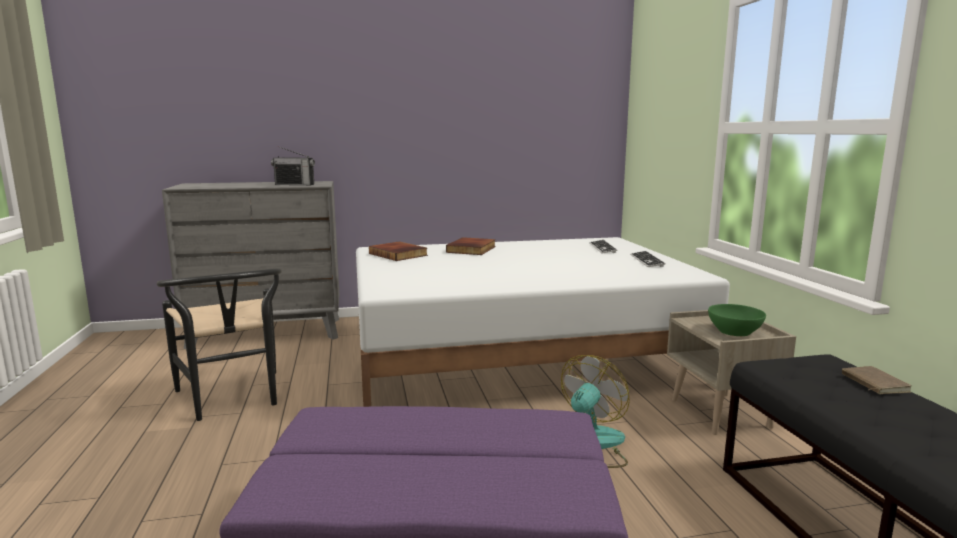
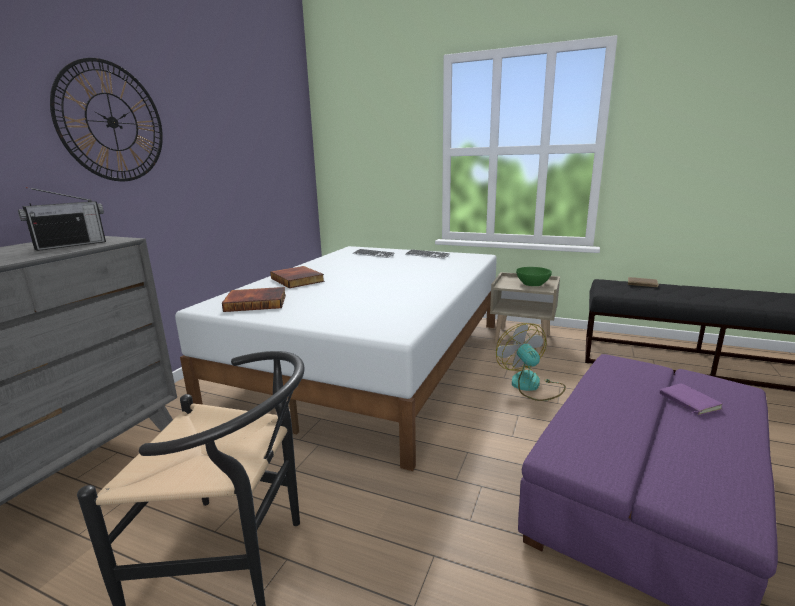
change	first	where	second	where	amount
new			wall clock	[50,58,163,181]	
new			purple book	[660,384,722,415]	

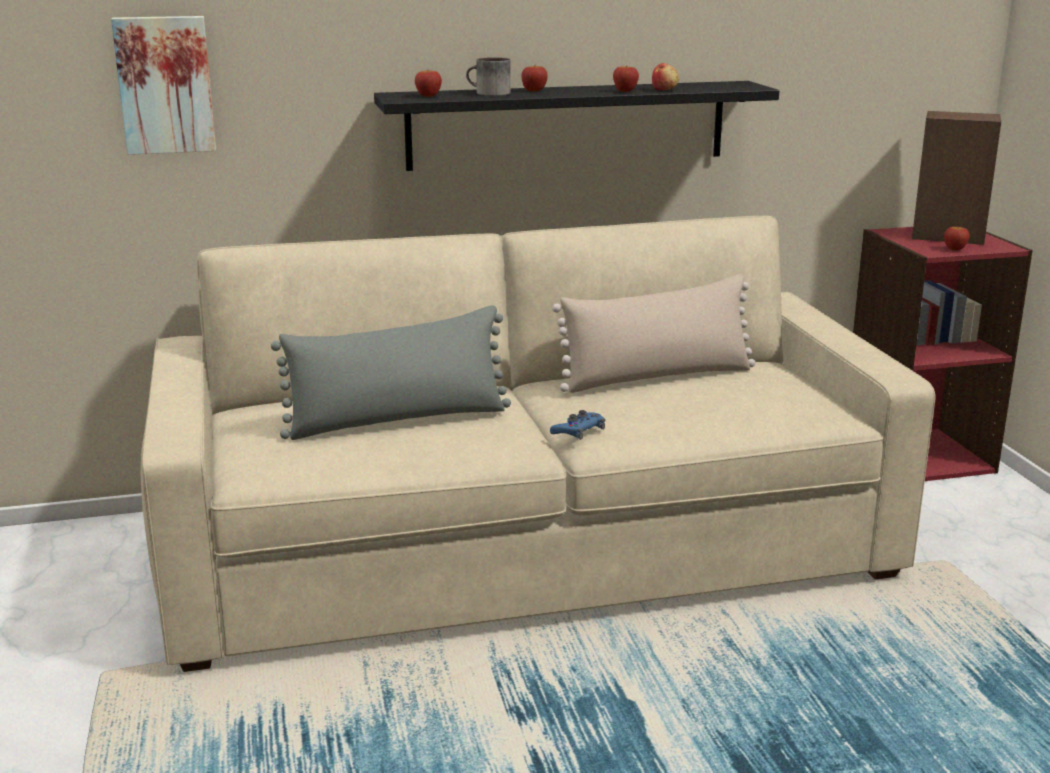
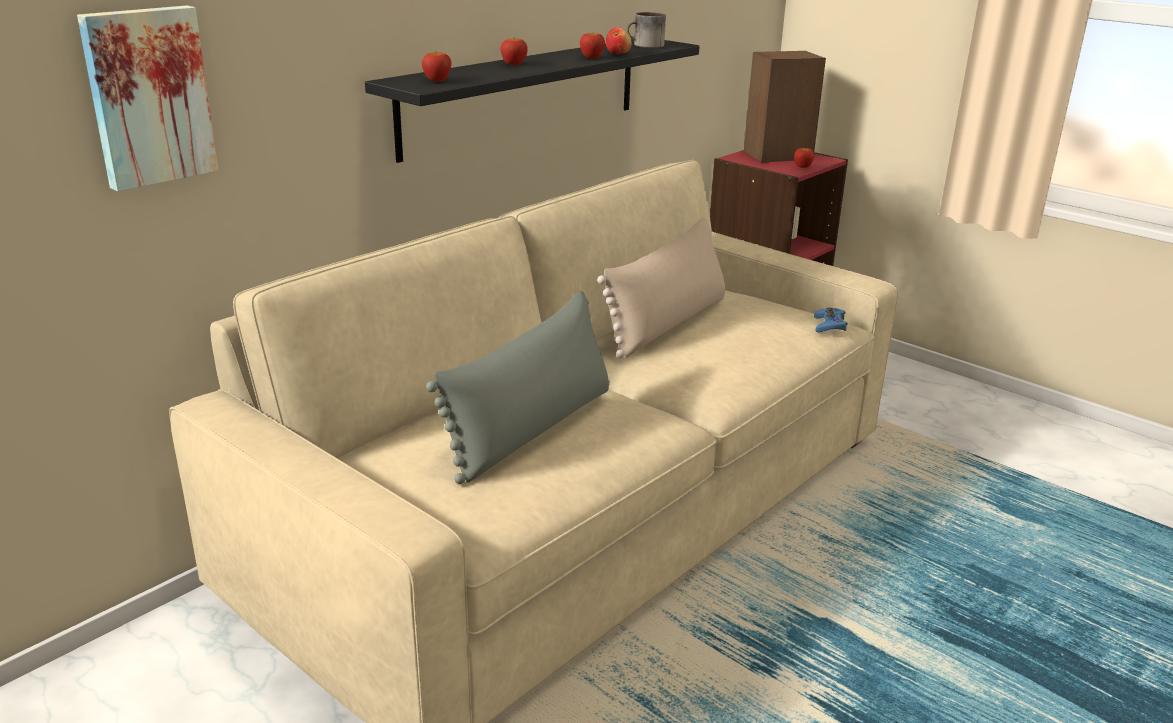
change	first	where	second	where	amount
shifted	mug	[466,57,511,96]		[626,12,666,48]	
shifted	blue game controller	[550,410,605,440]		[814,307,848,332]	

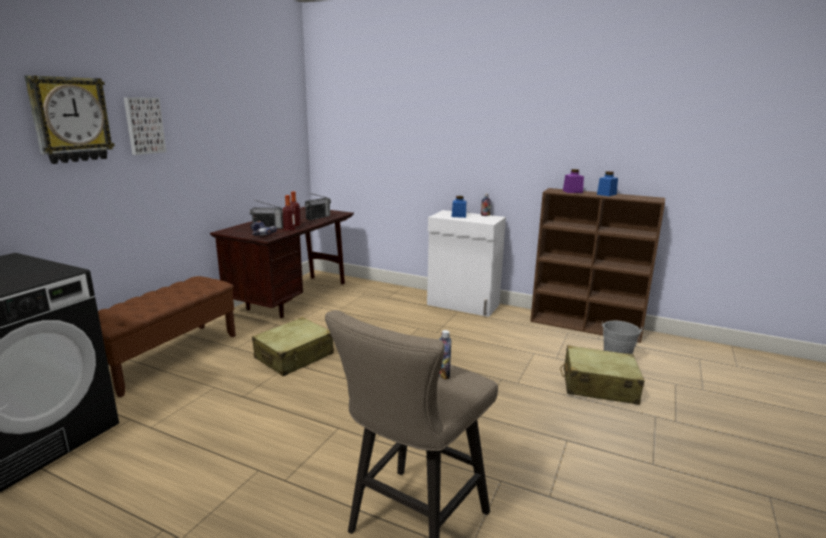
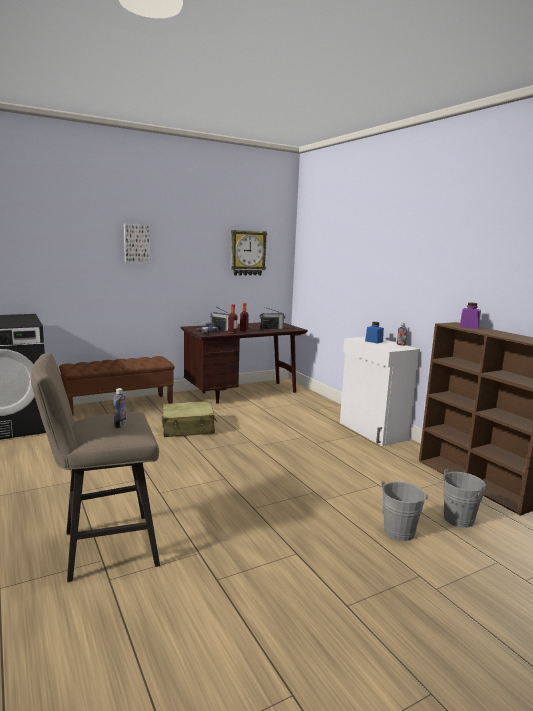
change	first	where	second	where	amount
shifted	wall clock	[25,75,115,164]		[230,230,268,275]	
swapped	beige suitcase	[560,345,645,405]	grey bucket	[382,481,428,541]	
gone	blue jar	[597,171,618,196]			

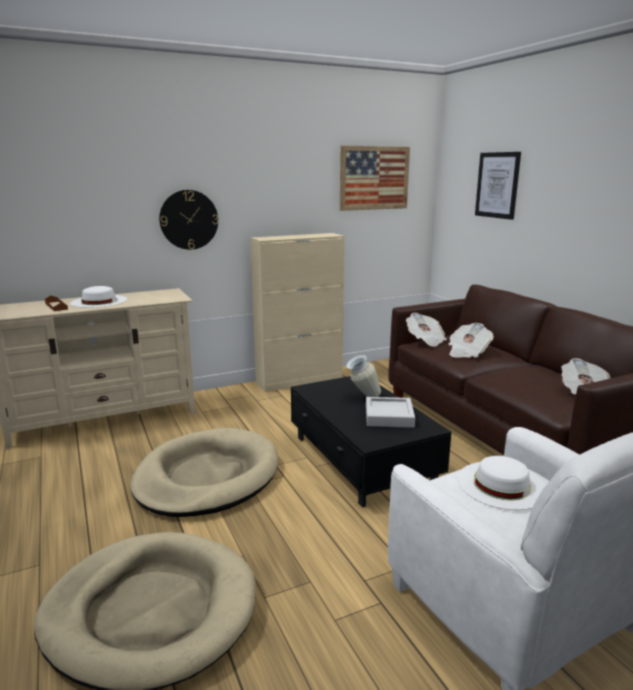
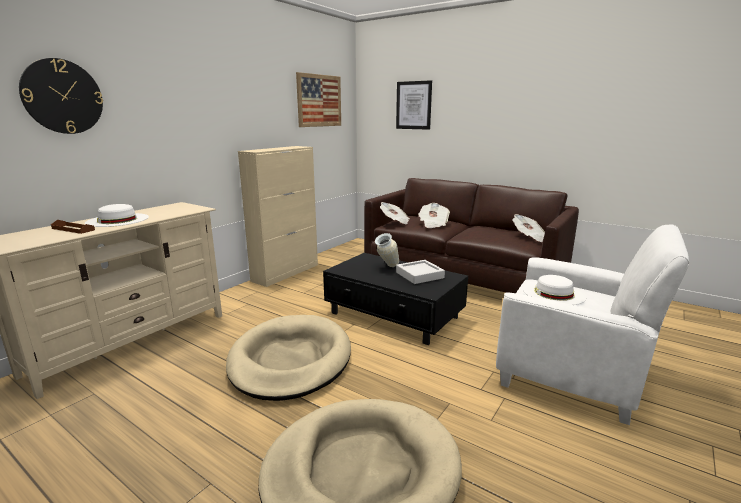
change	first	where	second	where	amount
shifted	wall clock	[159,190,218,250]		[19,58,103,134]	

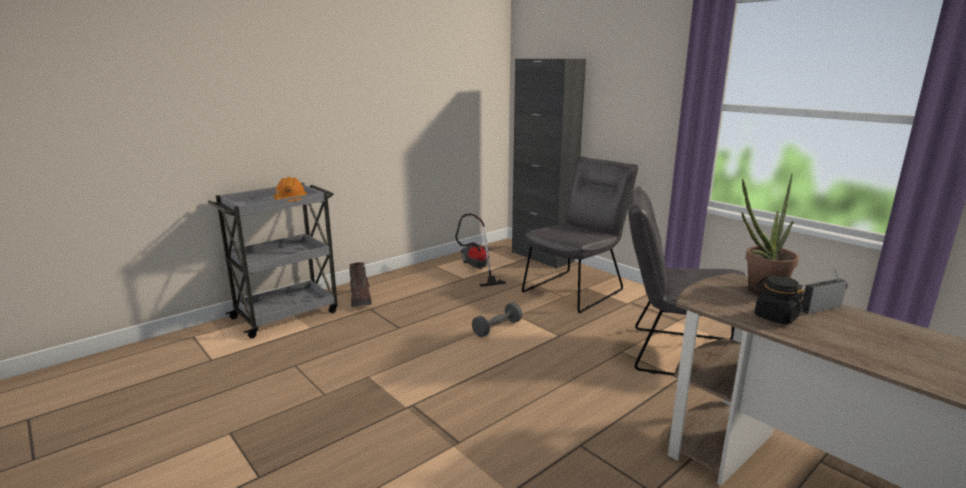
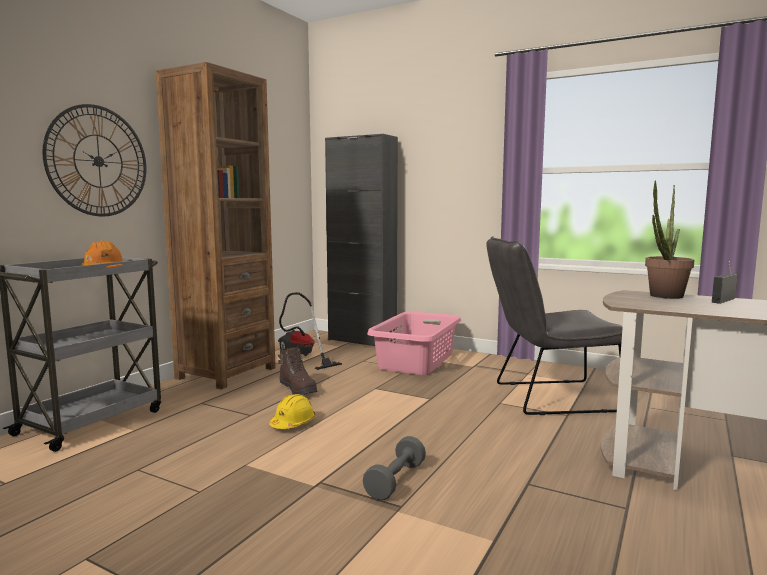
change	first	where	second	where	amount
shifted	brown boot	[349,262,372,307]		[278,347,318,395]	
shifted	grey dumbbell	[472,302,522,337]		[363,436,426,500]	
swapped	grey chair	[522,156,638,313]	pink laundry basket	[367,311,461,375]	
gone	black jar	[754,276,805,324]			
new			wall clock	[42,104,147,216]	
new			brown bookcase	[156,62,276,390]	
new			yellow hard hat	[269,394,315,429]	

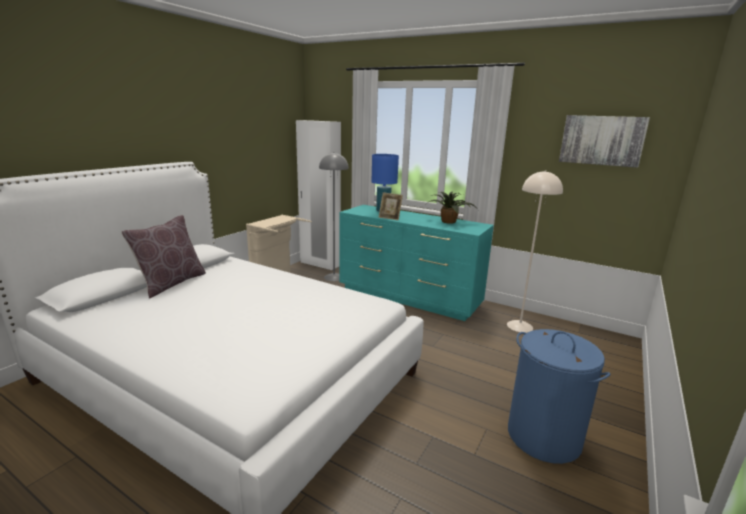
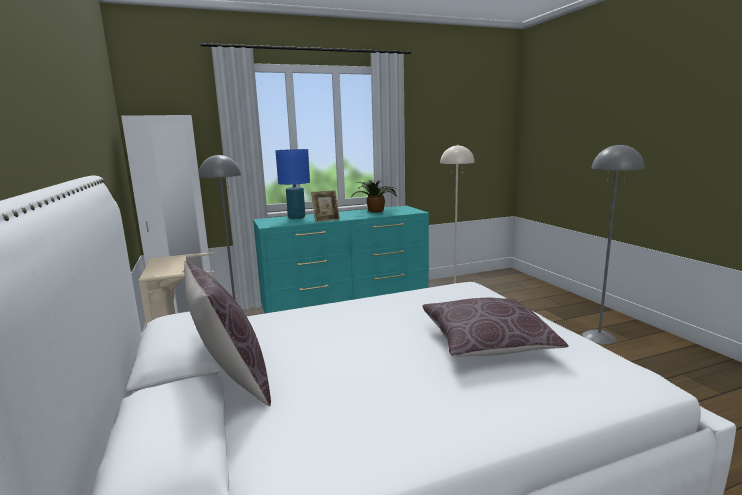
change	first	where	second	where	amount
swapped	blue laundry basket	[508,329,611,464]	grey floor lamp	[582,144,644,344]	
gone	picture	[559,115,650,168]			
new			brown pillow	[423,298,569,357]	

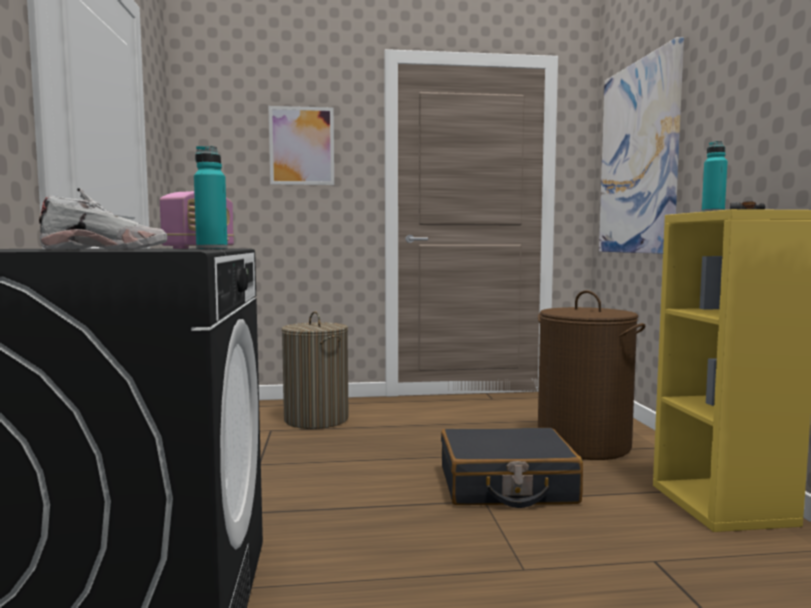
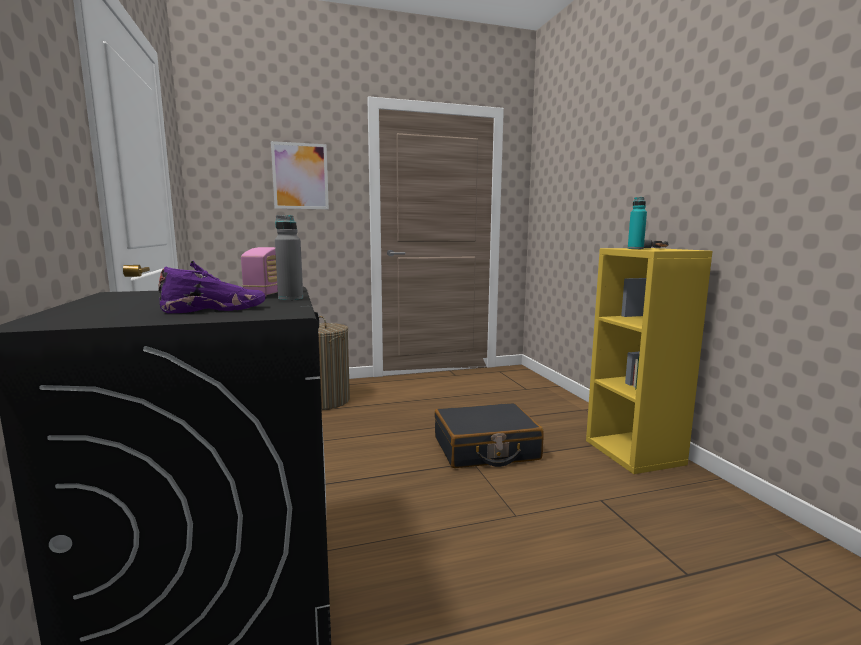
change	first	where	second	where	amount
repainted	white shoe	[39,188,167,250]	purple shoe	[158,261,265,313]	
repainted	turquoise bottle	[194,146,228,249]	grey bottle	[275,215,303,300]	
gone	brown laundry basket	[538,290,645,460]			
gone	picture	[599,37,684,254]			

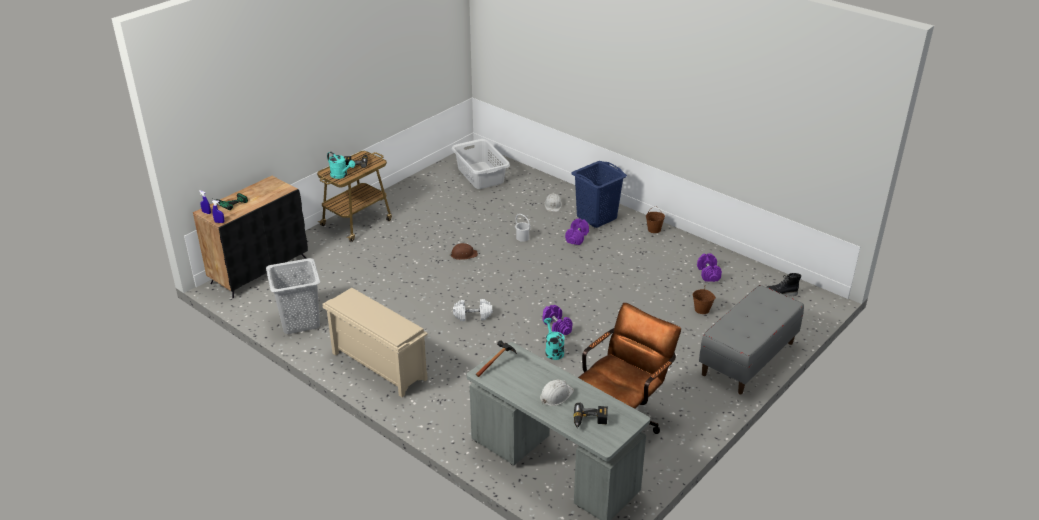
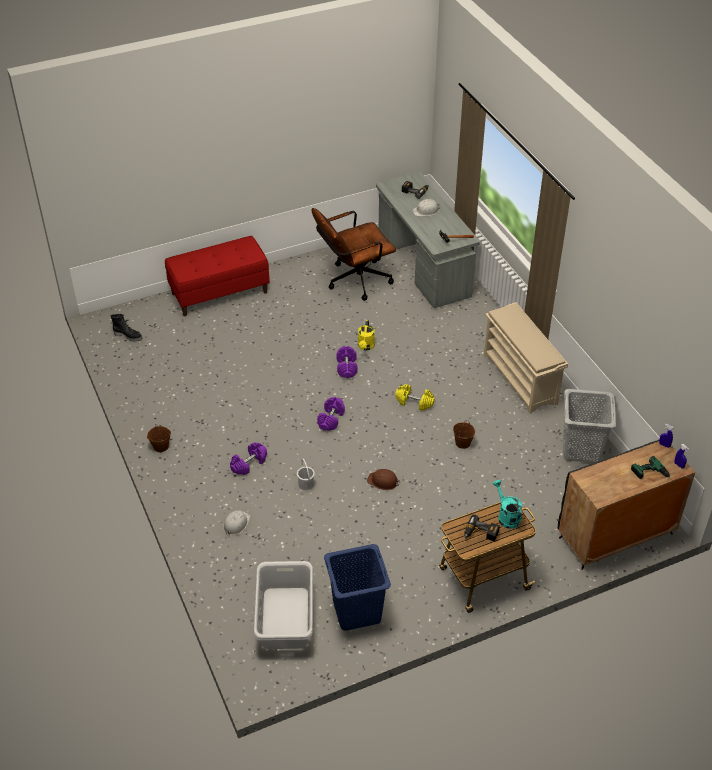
change	first	where	second	where	amount
repainted	white dumbbell	[453,299,492,321]	yellow dumbbell	[395,384,435,411]	
repainted	turquoise watering can	[544,318,565,360]	yellow watering can	[358,320,375,350]	
shifted	blue laundry basket	[571,161,627,228]		[324,544,391,631]	
shifted	brown bucket	[693,285,716,314]		[453,420,475,449]	
shifted	purple dumbbell	[697,253,722,282]		[317,397,345,431]	
repainted	grey bench	[699,285,804,395]	red bench	[165,236,270,316]	

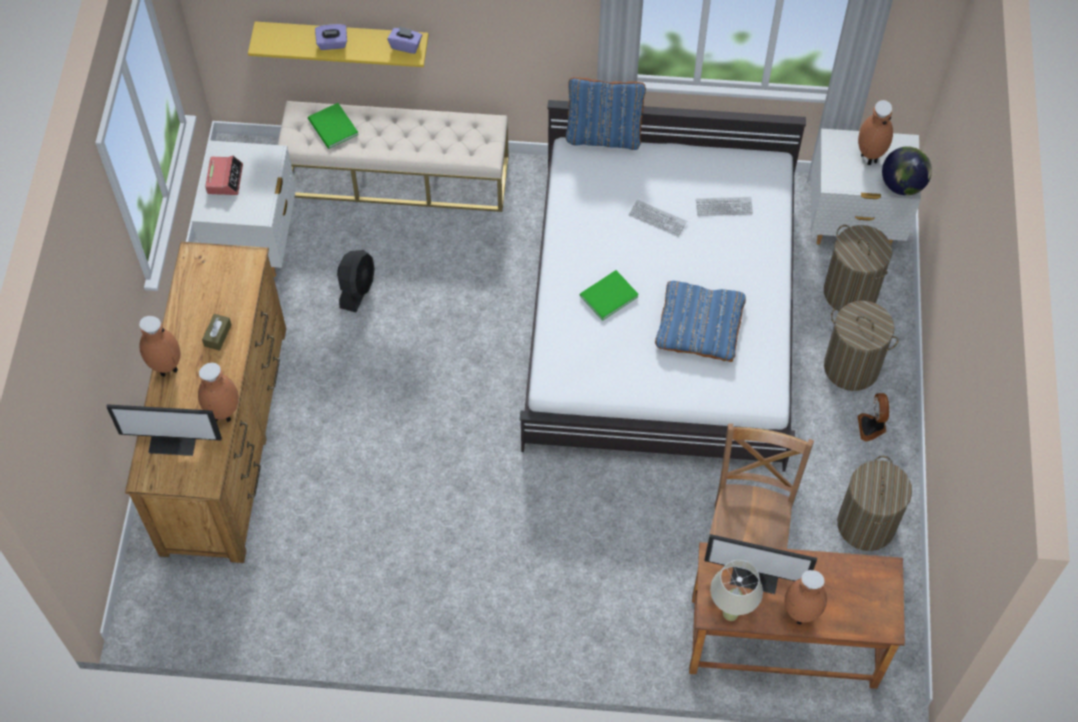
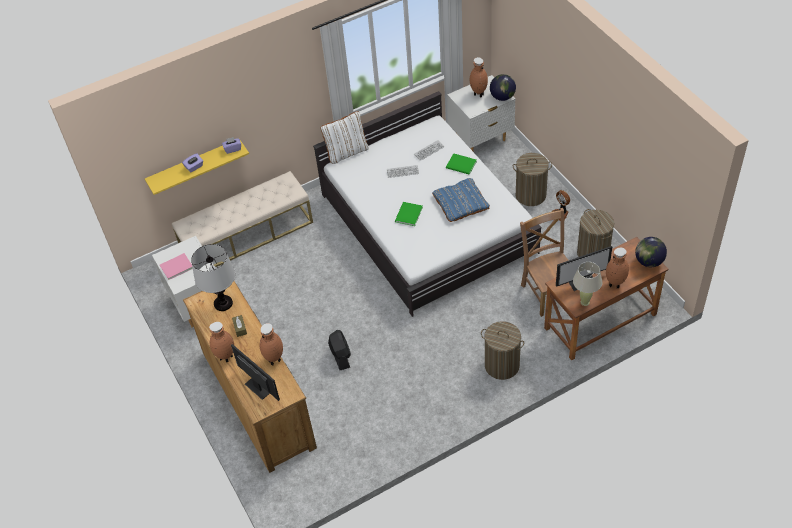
change	first	where	second	where	amount
rotated	monitor	[106,404,222,456]		[231,344,280,401]	105 degrees counterclockwise
swapped	alarm clock	[205,156,243,195]	pink book	[160,253,193,280]	
shifted	green book	[308,103,359,149]		[446,153,477,175]	
shifted	black fan	[337,250,375,313]		[328,330,351,370]	
repainted	blue pillow	[565,77,646,150]	white pillow	[321,111,369,164]	
shifted	laundry basket	[824,225,892,311]		[481,321,524,380]	
new			table lamp	[191,244,235,311]	
new			globe	[635,237,667,267]	

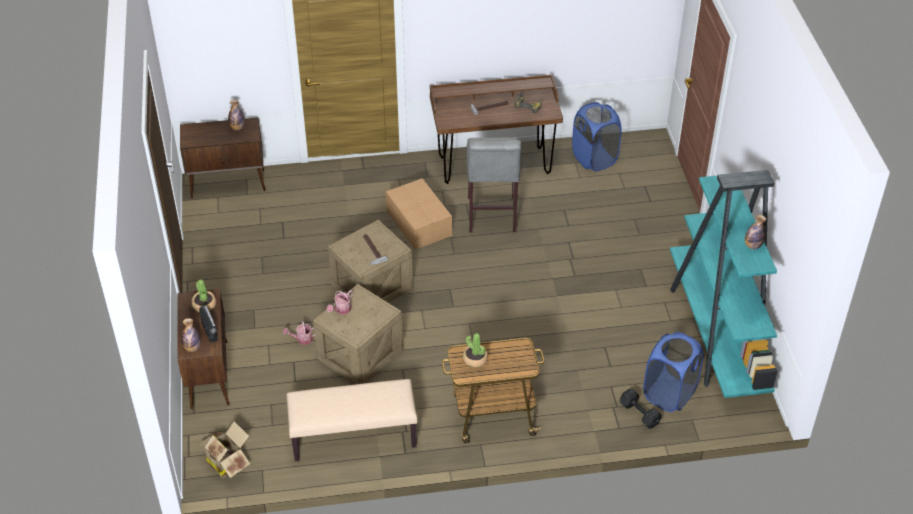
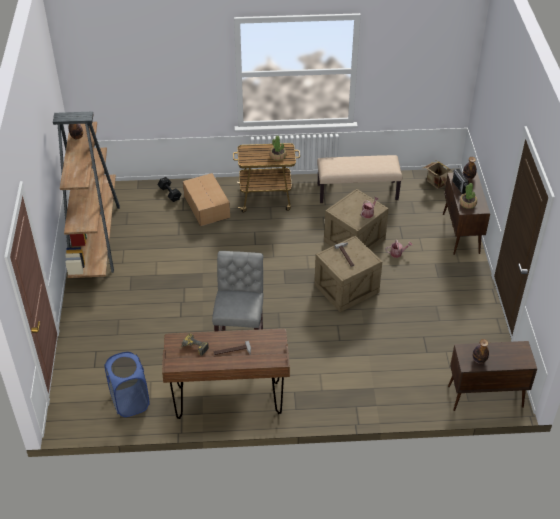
change	first	where	second	where	amount
shifted	cardboard box	[386,179,452,250]		[183,173,230,226]	
gone	blue laundry basket	[643,332,704,412]			
repainted	turquoise bookcase	[670,170,778,398]	brown bookcase	[53,111,120,278]	

